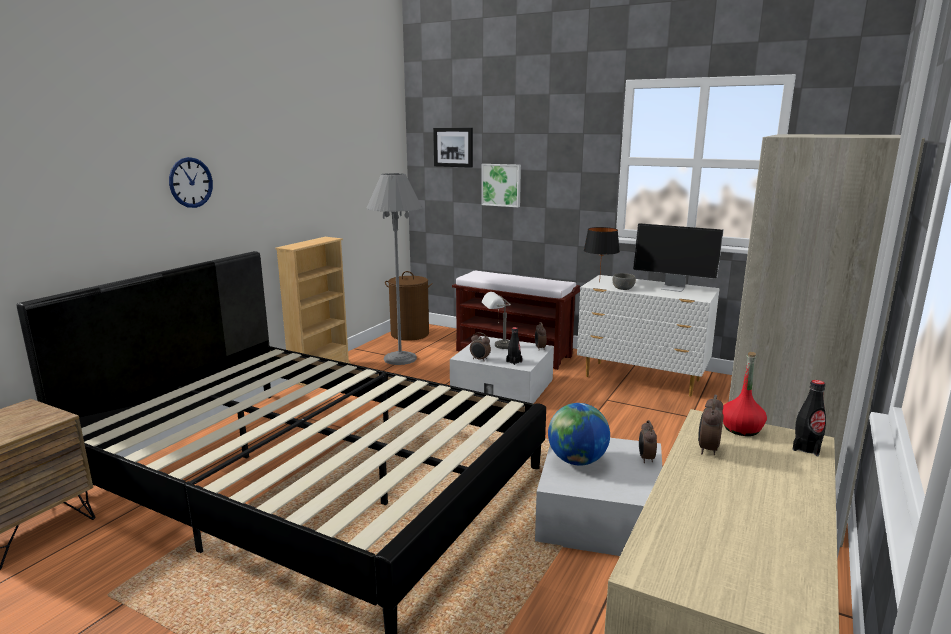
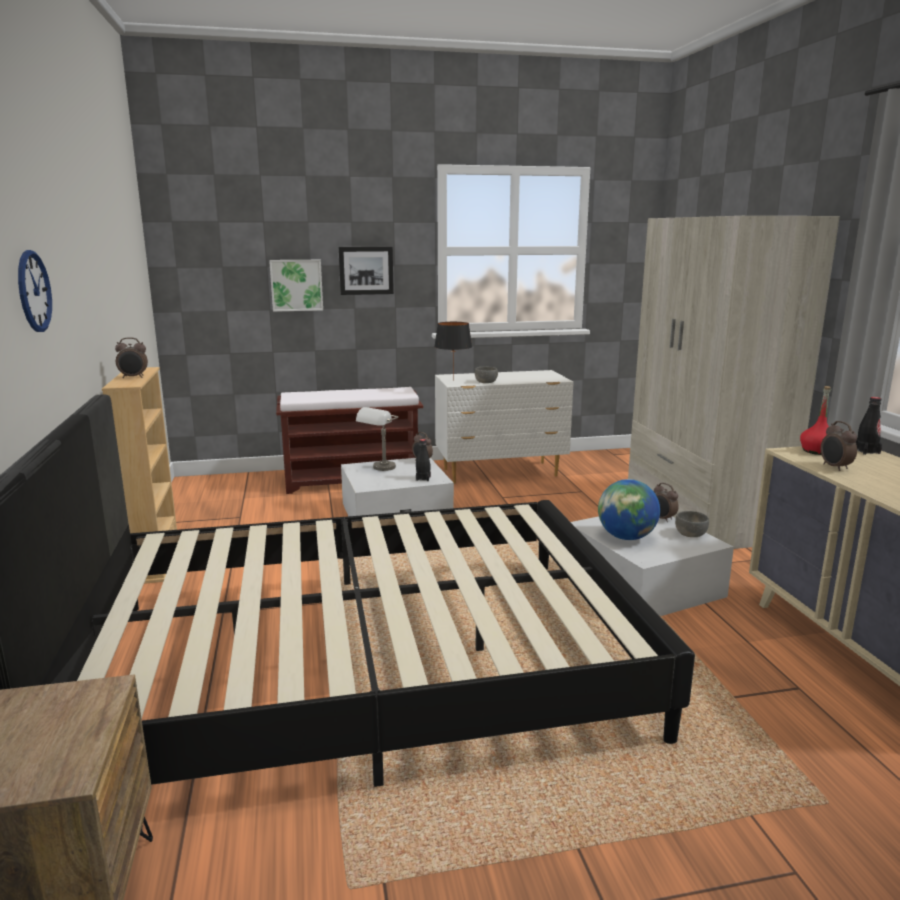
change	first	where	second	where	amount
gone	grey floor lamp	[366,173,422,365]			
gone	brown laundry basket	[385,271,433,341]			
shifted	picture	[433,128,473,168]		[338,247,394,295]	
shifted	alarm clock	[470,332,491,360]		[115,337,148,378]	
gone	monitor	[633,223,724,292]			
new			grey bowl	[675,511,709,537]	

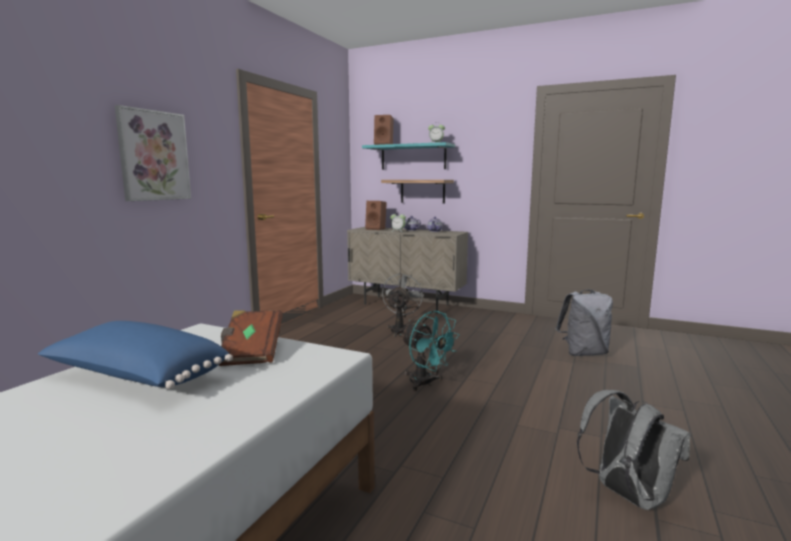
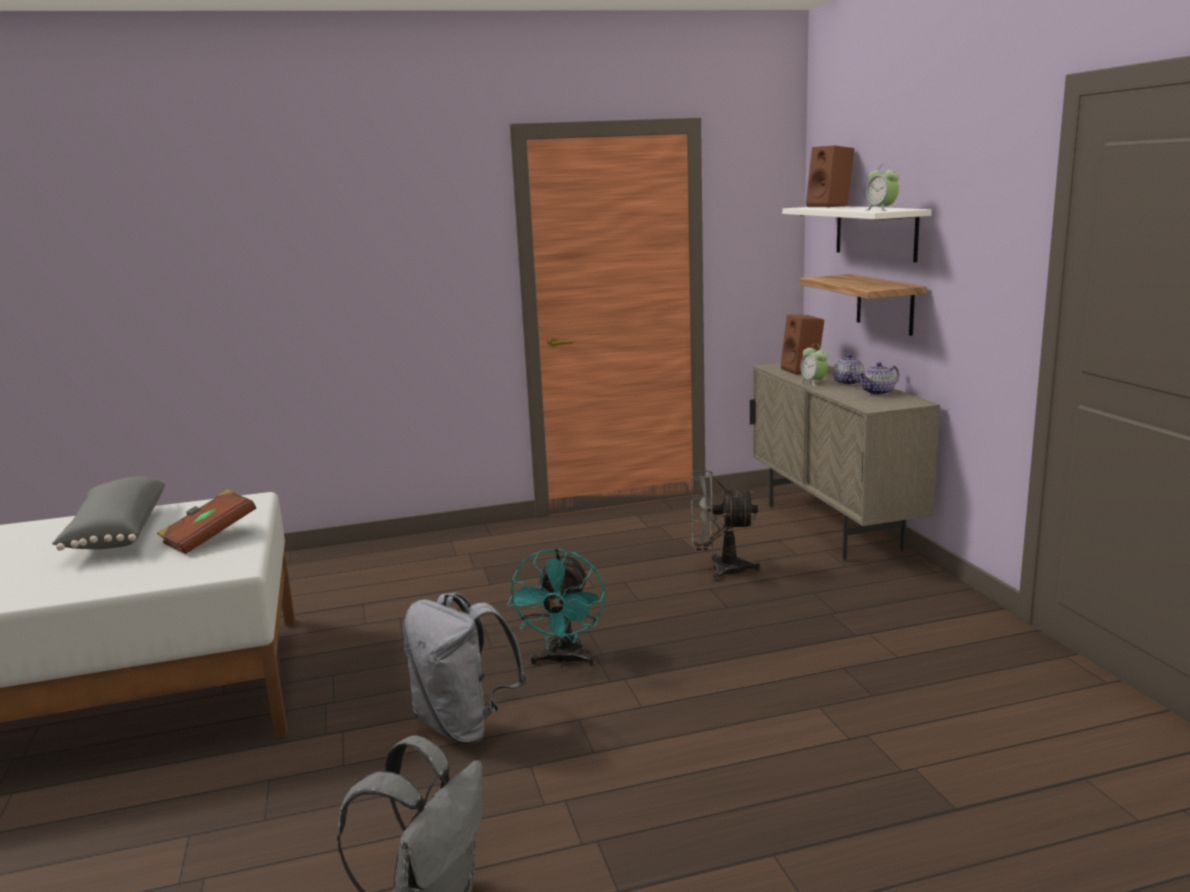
change	first	where	second	where	amount
repainted	blue pillow	[38,321,233,389]	grey pillow	[52,476,165,551]	
gone	picture	[115,105,191,201]			
repainted	turquoise shelf	[362,142,455,170]	white shelf	[782,206,932,262]	
rotated	grey fan	[382,274,423,337]		[691,470,761,581]	150 degrees counterclockwise
shifted	grey backpack	[555,289,613,356]		[403,593,527,744]	

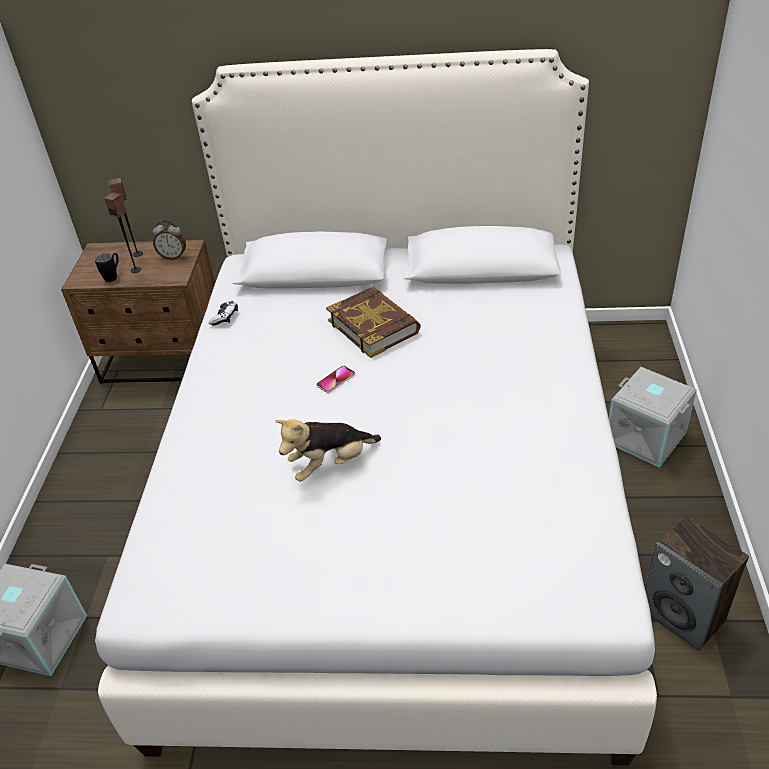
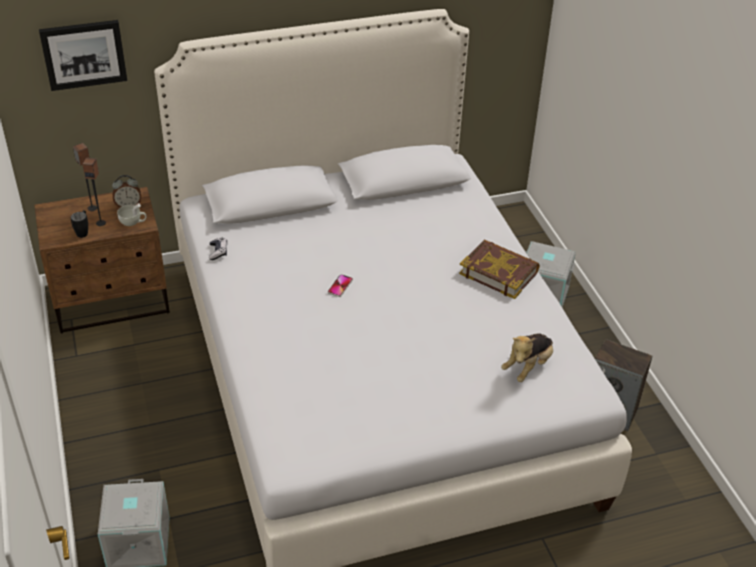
change	first	where	second	where	amount
shifted	plush toy	[275,419,381,481]		[501,334,553,382]	
shifted	book	[326,287,421,358]		[459,239,540,299]	
new			picture	[39,20,127,91]	
new			white cup	[117,203,146,226]	

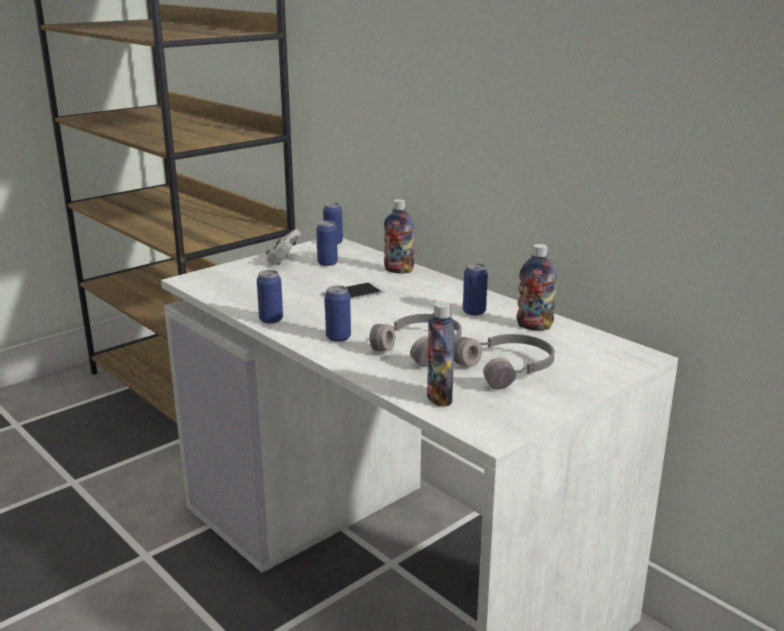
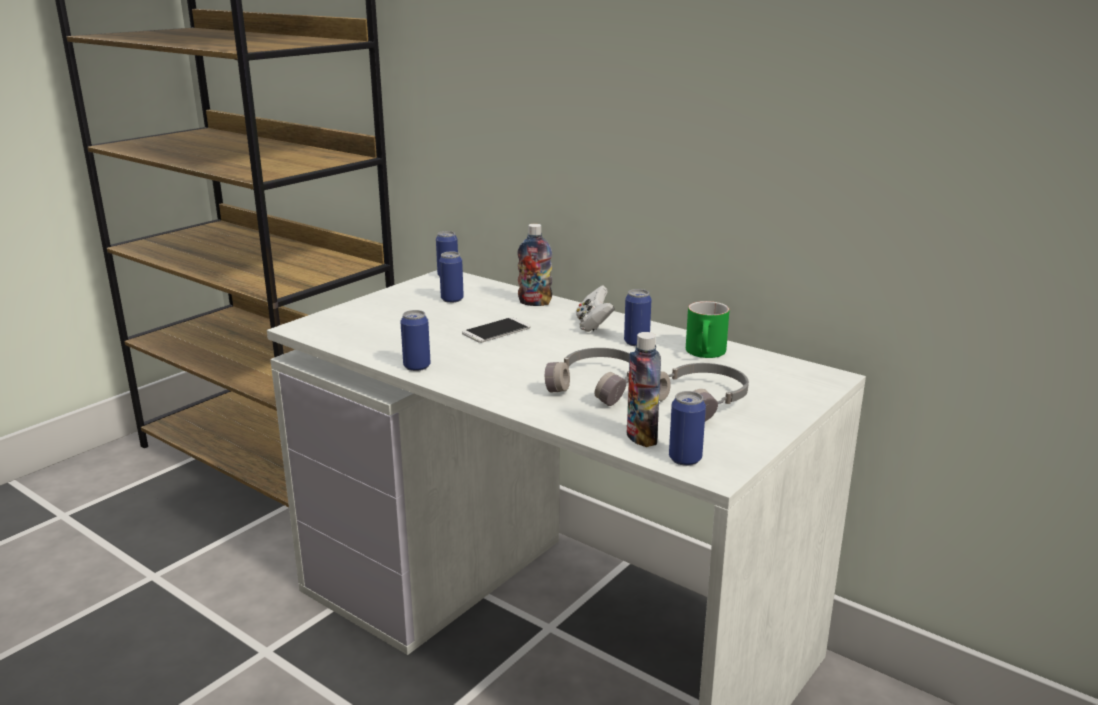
change	first	where	second	where	amount
shifted	white game controller	[266,229,301,265]		[576,286,615,332]	
shifted	can	[325,285,351,342]		[669,391,706,466]	
swapped	bottle	[517,244,557,330]	green mug	[686,301,730,358]	

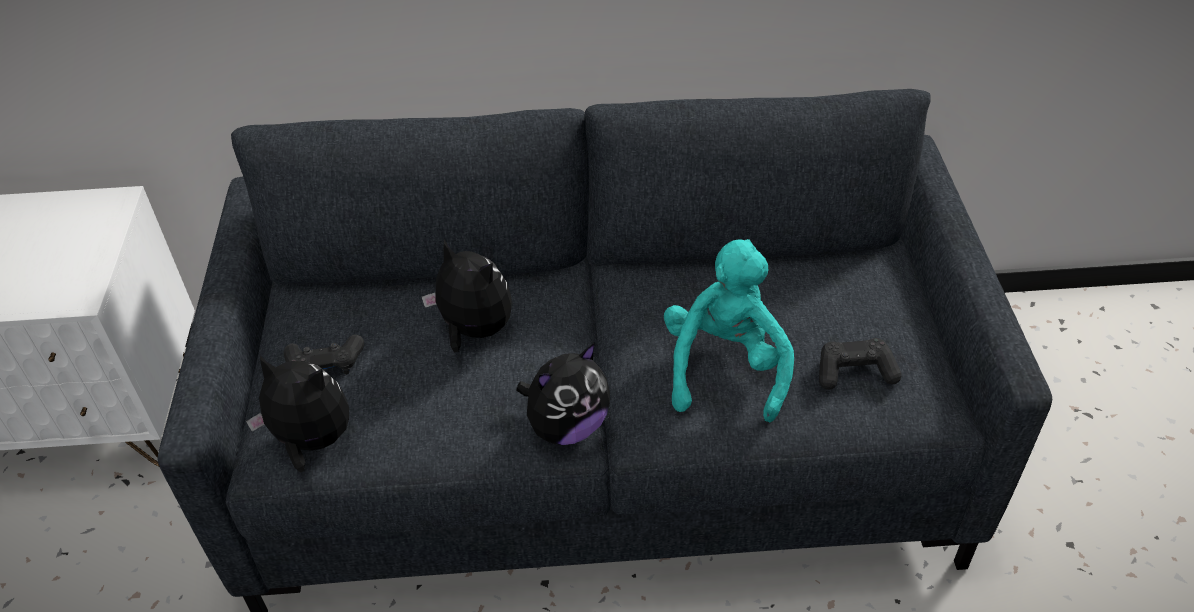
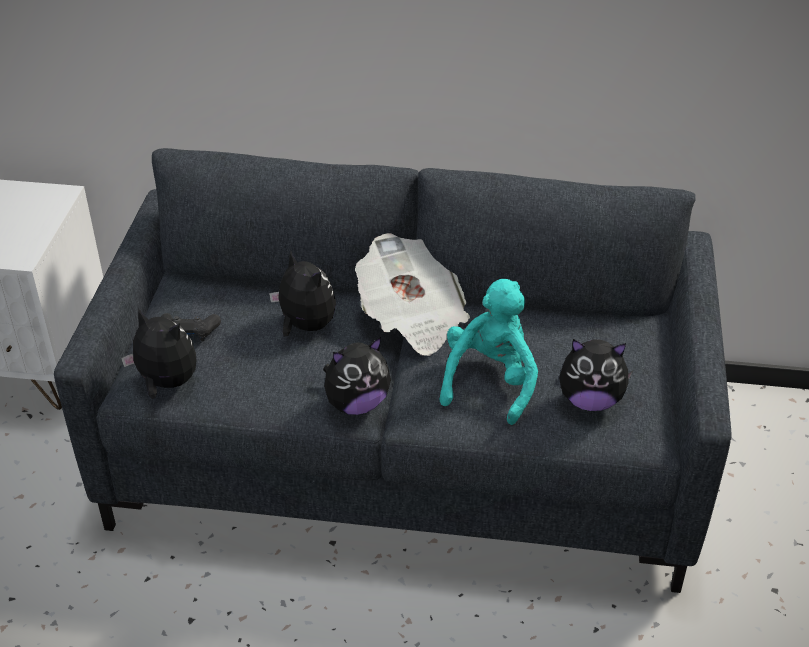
change	first	where	second	where	amount
swapped	black game controller	[819,338,902,390]	plush toy	[559,339,633,411]	
new			newspaper	[355,233,470,356]	

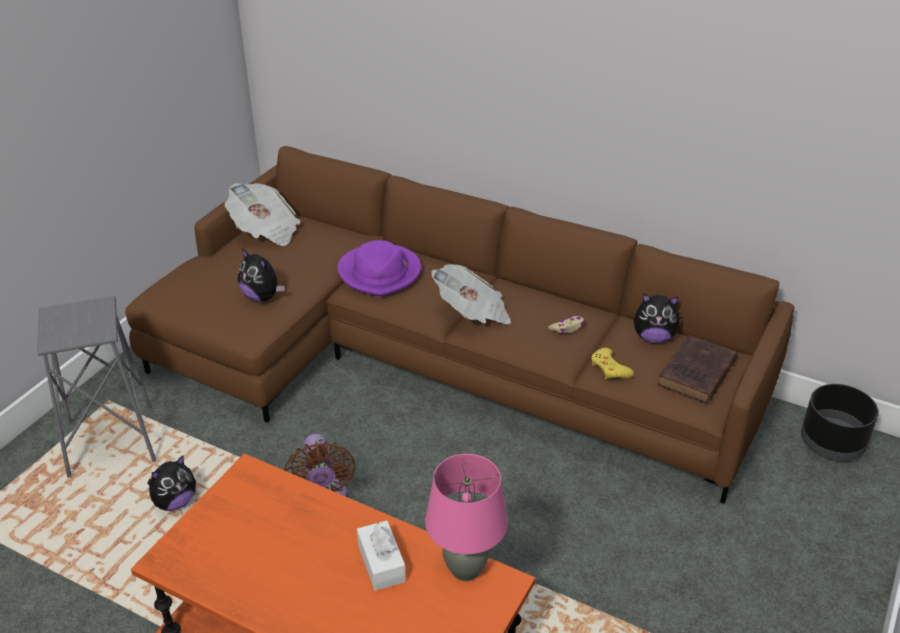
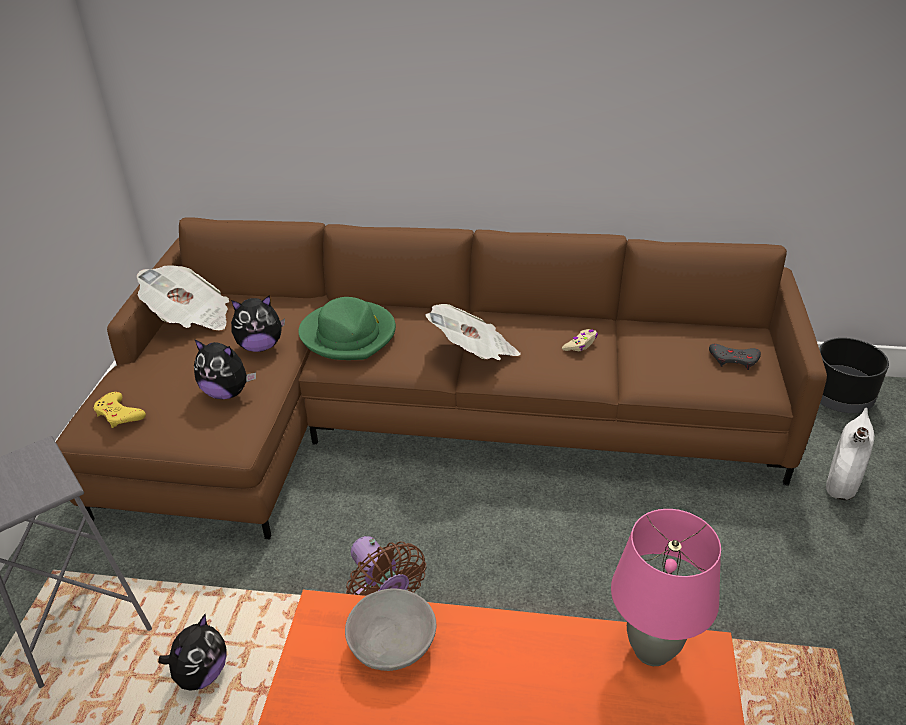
change	first	where	second	where	amount
repainted	purple hat	[338,240,421,296]	green hat	[298,297,396,360]	
gone	white tissue box	[357,520,406,591]			
shifted	yellow game controller	[591,348,634,379]		[94,392,146,428]	
shifted	plush toy	[634,294,682,343]		[231,295,285,352]	
swapped	brown book	[657,335,737,404]	grey game controller	[709,344,761,370]	
new			grey bowl	[345,588,436,671]	
new			white vase	[826,407,874,500]	

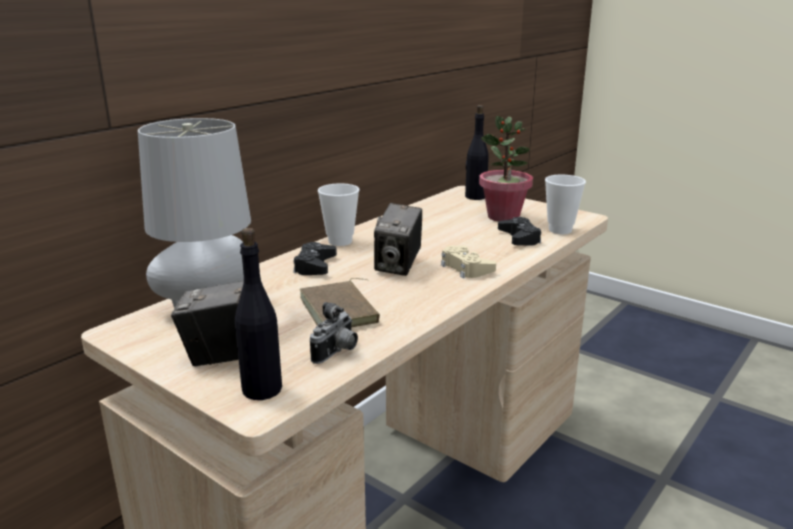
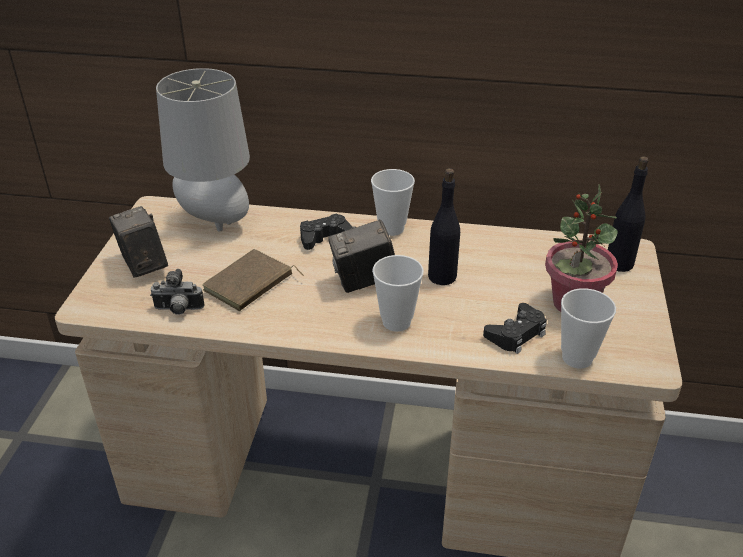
change	first	where	second	where	amount
shifted	black bottle	[235,228,282,400]		[428,168,460,285]	
swapped	beige game controller	[441,246,496,279]	cup	[372,255,424,332]	

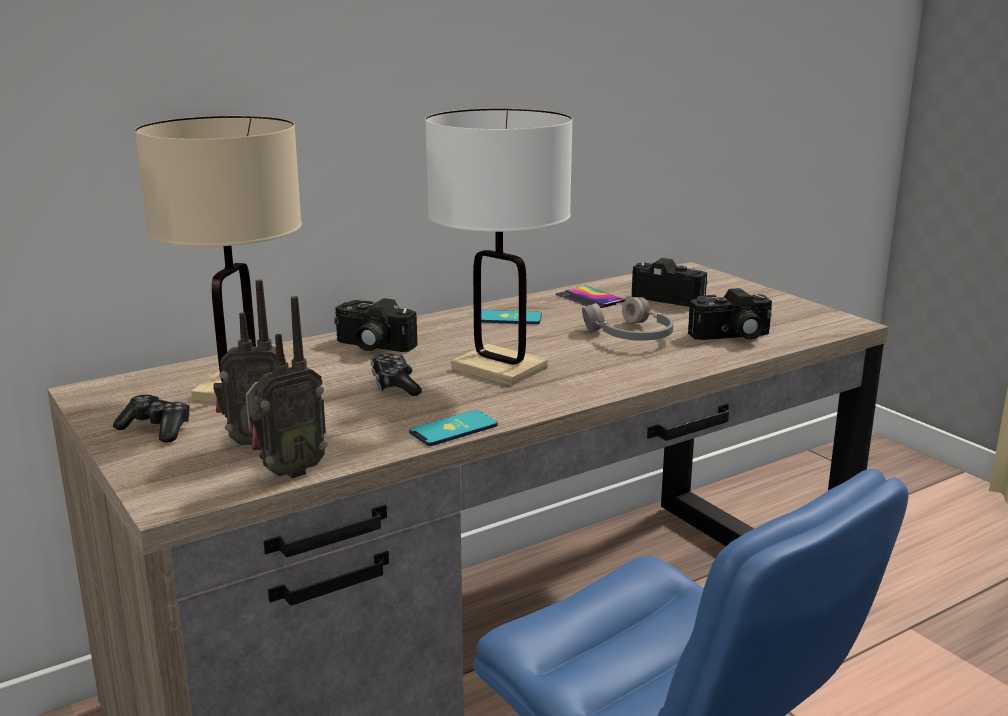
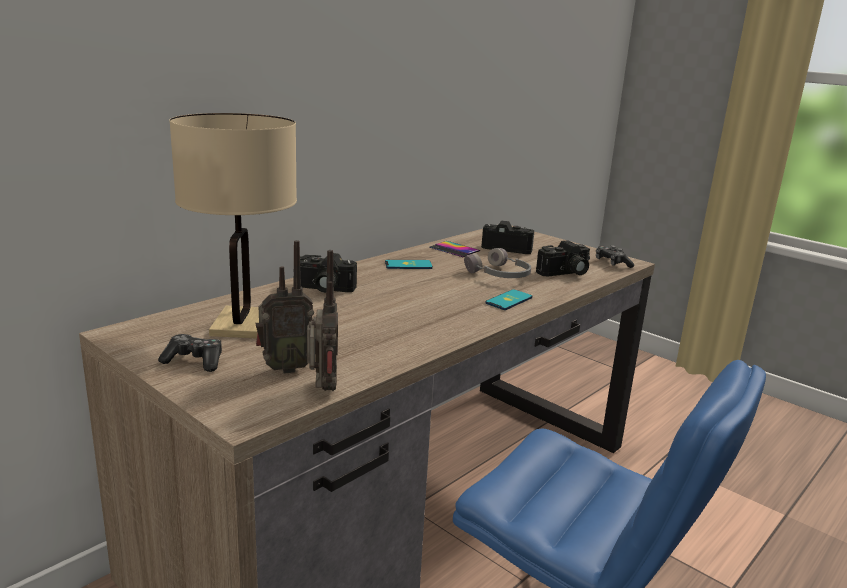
change	first	where	second	where	amount
rotated	radio	[245,296,328,478]		[307,250,338,391]	45 degrees counterclockwise
shifted	game controller	[371,353,422,396]		[596,245,634,268]	
shifted	phone	[409,410,498,446]		[485,289,532,310]	
gone	white table lamp	[425,108,573,386]			

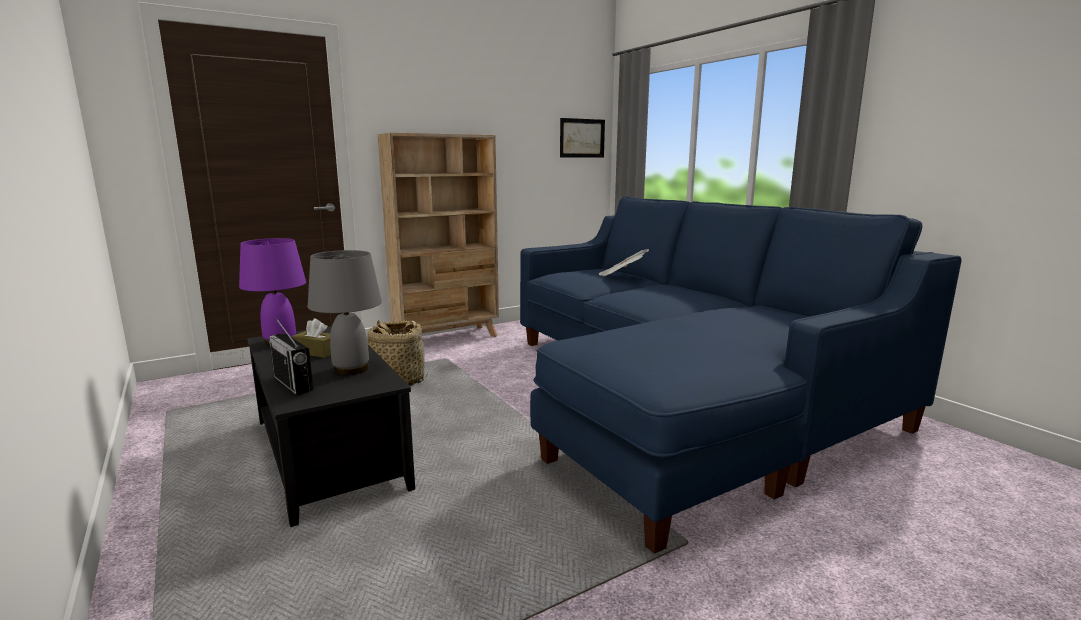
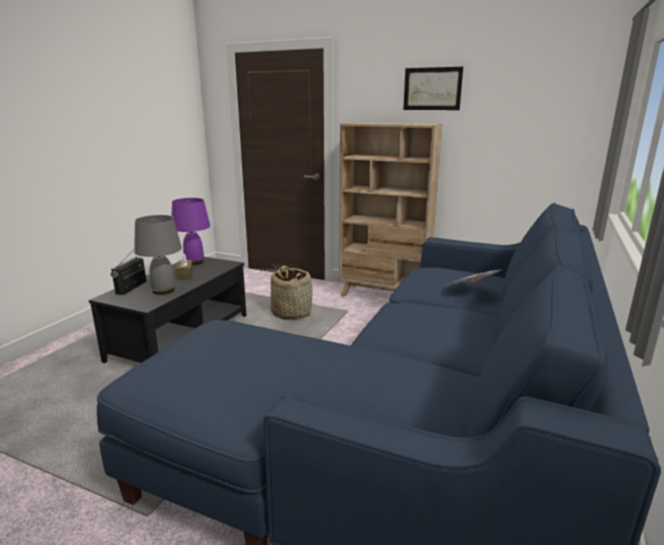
change	first	where	second	where	amount
shifted	picture	[560,118,605,158]		[403,67,463,110]	

